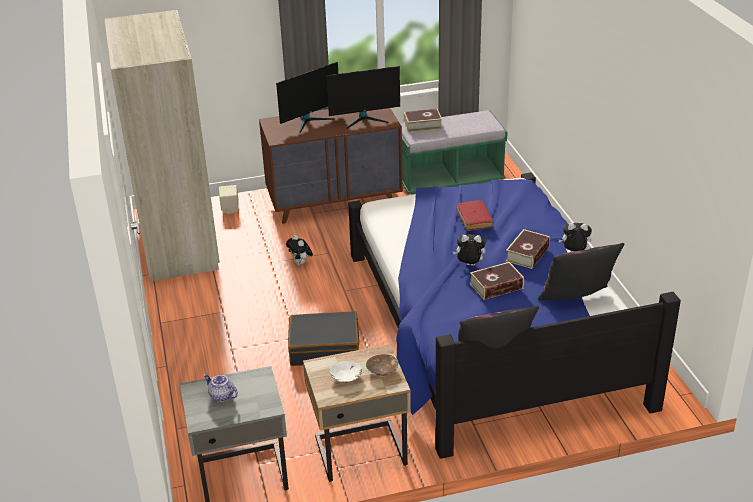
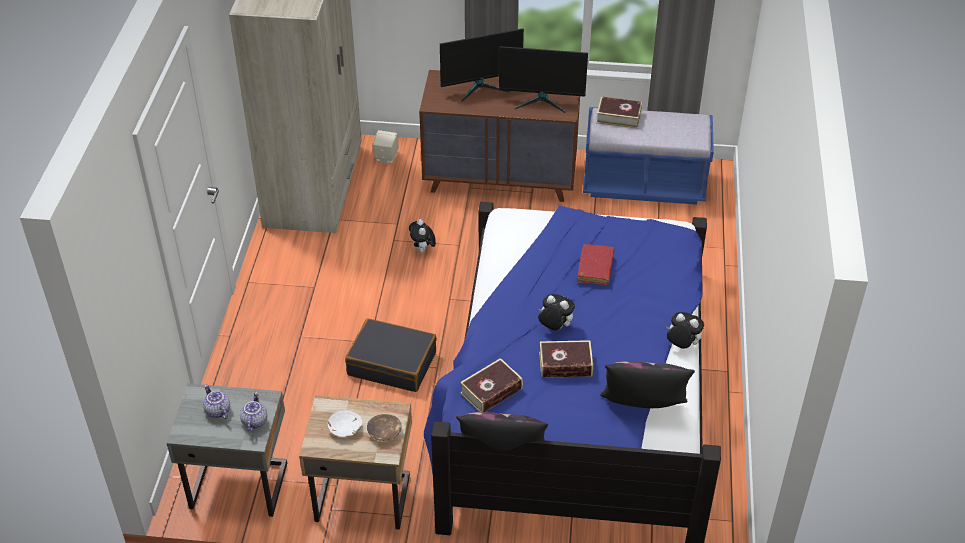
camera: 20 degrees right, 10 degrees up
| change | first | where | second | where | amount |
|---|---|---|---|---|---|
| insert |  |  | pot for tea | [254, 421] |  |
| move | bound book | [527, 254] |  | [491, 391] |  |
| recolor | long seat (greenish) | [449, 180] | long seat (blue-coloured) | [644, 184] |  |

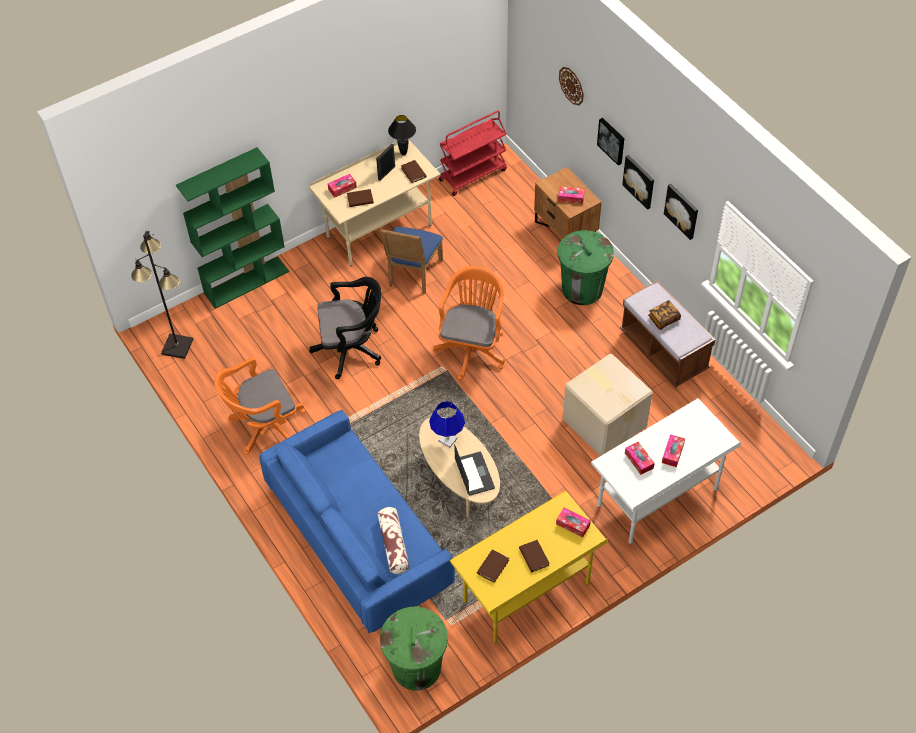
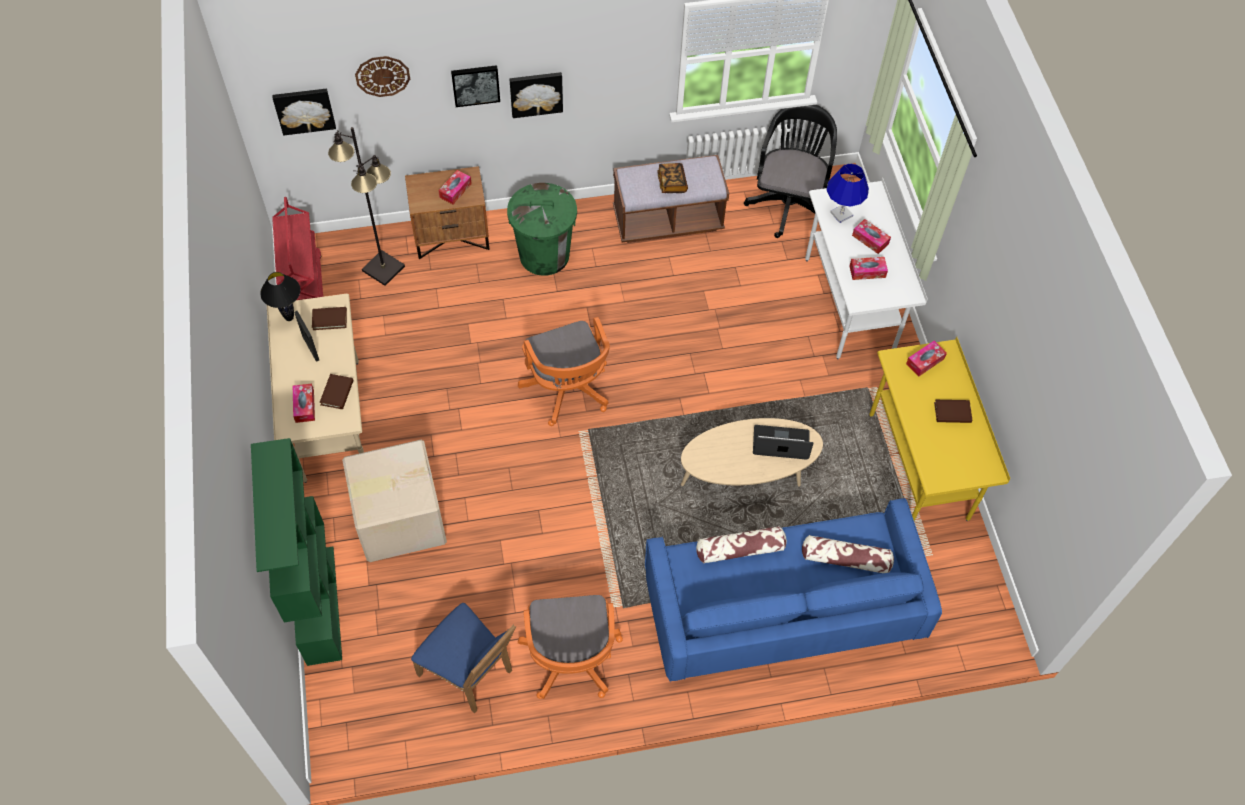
camera: 70 degrees left, 5 degrees up
| change | first | where | second | where | amount |
|---|---|---|---|---|---|
| move | wall art | [682, 210] |  | [304, 110] |  |
| move | standing lamp (black-coloured) | [178, 346] |  | [383, 268] |  |
| move | carton | [604, 421] |  | [398, 518] |  |
| move | plain chair (blue-coloured) | [412, 275] |  | [470, 673] |  |
| rotate | office chair (orange-coloured) | [472, 347] |  | [568, 391] | 150 degrees counterclockwise |
| insert |  |  | cushion | [740, 549] |  |
| move | office chair (black-coloured) | [352, 349] |  | [788, 202] |  |
| move | lamp for a table (blue-coloured) | [448, 439] |  | [841, 214] |  |
| delete | trash can (greenish) | [417, 667] |  |  |  |
| delete | bound book (brown-coloured) | [493, 567] |  |  |  |

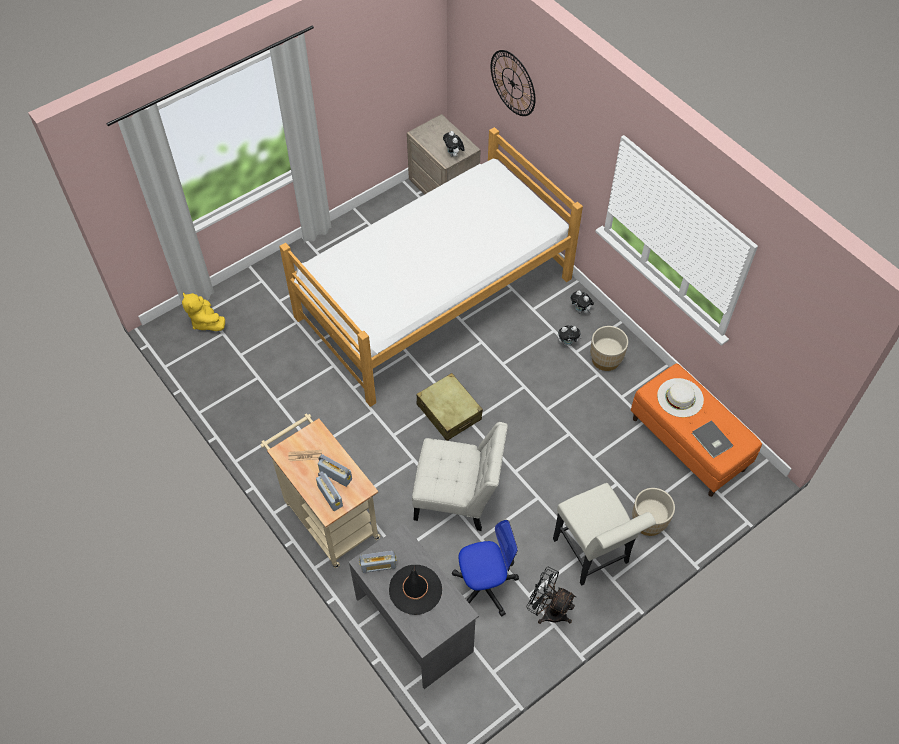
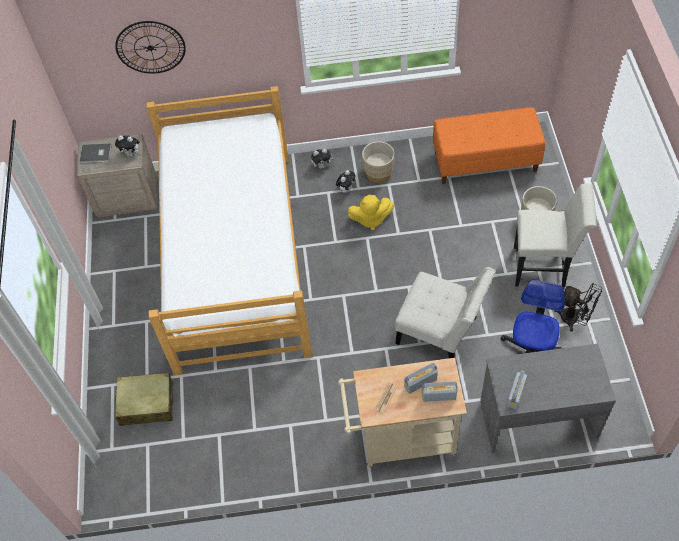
camera: 55 degrees left, 0 degrees up
| change | first | where | second | where | amount |
|---|---|---|---|---|---|
| move | bound book (grey) | [711, 440] |  | [96, 154] |  |
| move | travel case (sand-coloured) | [449, 412] |  | [146, 403] |  |
| move | soft toy (yellowish) | [206, 321] |  | [370, 219] |  |
| rotate | plain chair (white-coloured) | [458, 497] |  | [441, 333] | 75 degrees clockwise |
| rotate | cooling fan (black-coloured) | [548, 610] |  | [574, 319] | 120 degrees counterclockwise |
| delete | wearable hat (black-coloured) | [415, 589] |  |  |  |
| delete | wearable hat (white-coloured) | [680, 397] |  |  |  |

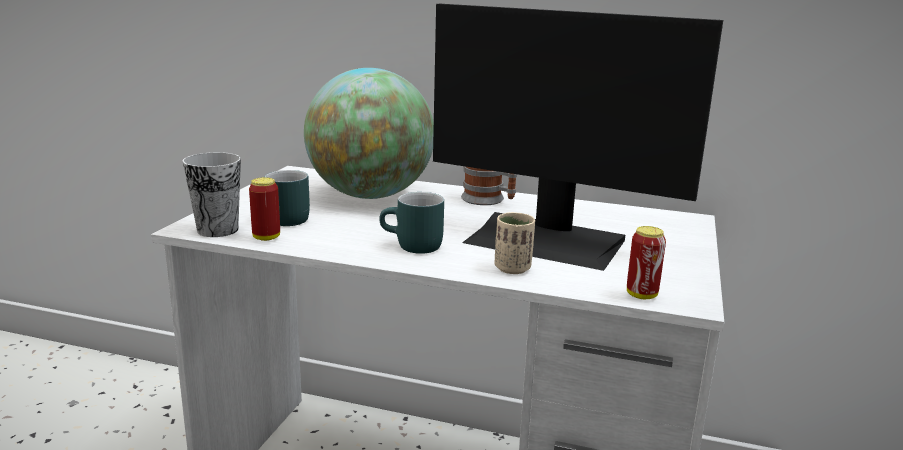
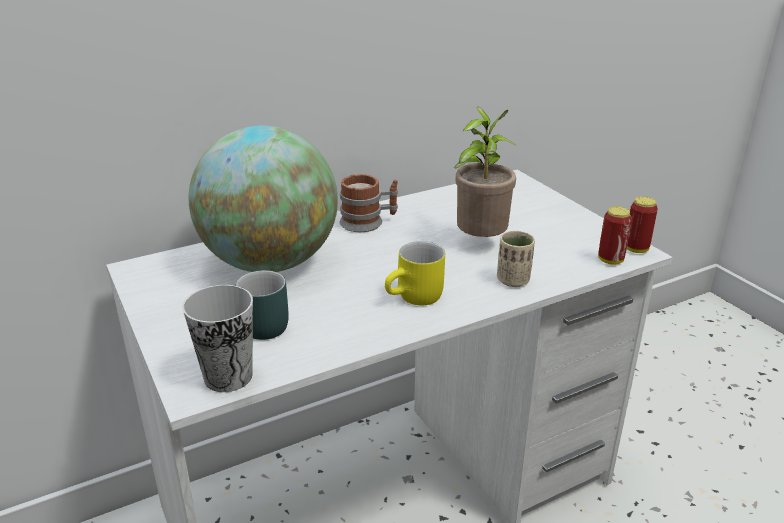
camera: 45 degrees left, 10 degrees up
| change | first | where | second | where | amount |
|---|---|---|---|---|---|
| recolor | mug (turquoise-coloured) | [411, 247] | mug (yellowish) | [416, 299] |  |
| replace | computer display | [546, 240] | plant in a pot | [480, 242] |  |
| move | sealed can | [266, 237] |  | [636, 249] |  |

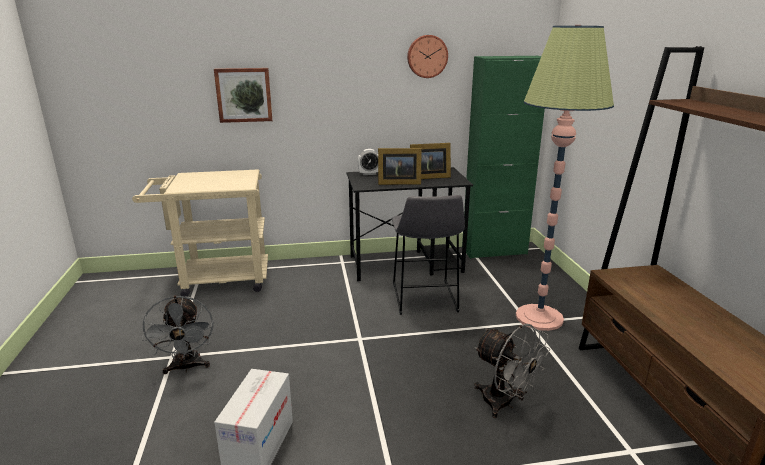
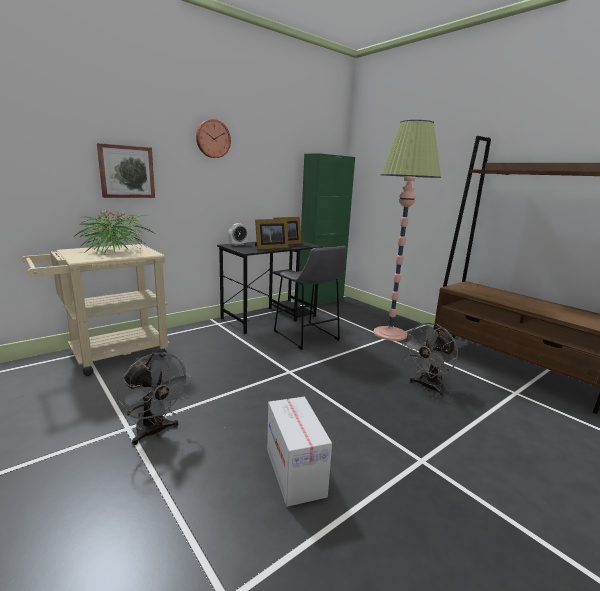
camera: 30 degrees left, 5 degrees down
| change | first | where | second | where | amount |
|---|---|---|---|---|---|
| insert |  |  | plant in a pot | [115, 251] |  |
| move | hanging clock | [427, 56] |  | [212, 139] |  |
| rotate | cooling fan (grey) | [504, 404] |  | [427, 387] | 120 degrees clockwise |

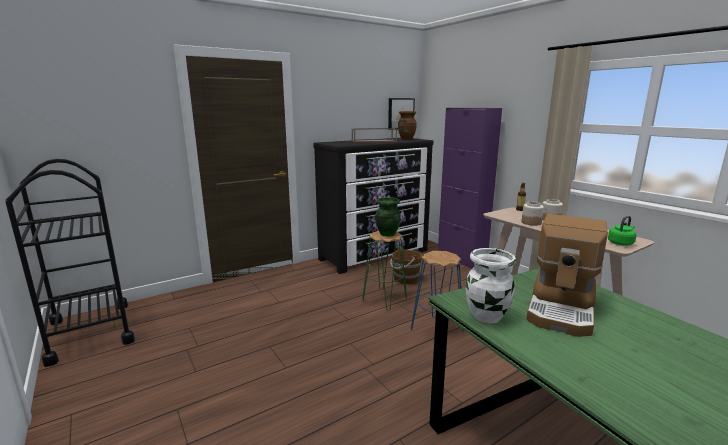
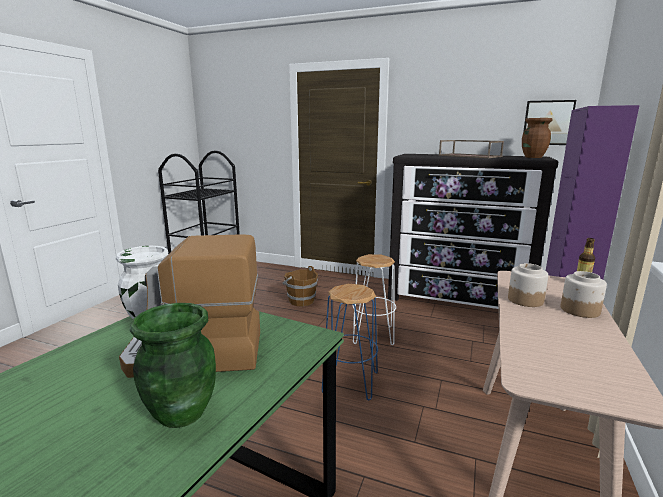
camera: 55 degrees right, 0 degrees up
| change | first | where | second | where | amount |
|---|---|---|---|---|---|
| move | flower vase (greenish) | [387, 234] |  | [181, 412] |  |
| move | pail (brown-coloured) | [405, 279] |  | [301, 301] |  |
| recolor | stool (greenish) | [384, 299] | stool (white-coloured) | [373, 335] |  |
| delete | kettle (greenish) | [621, 243] |  |  |  |

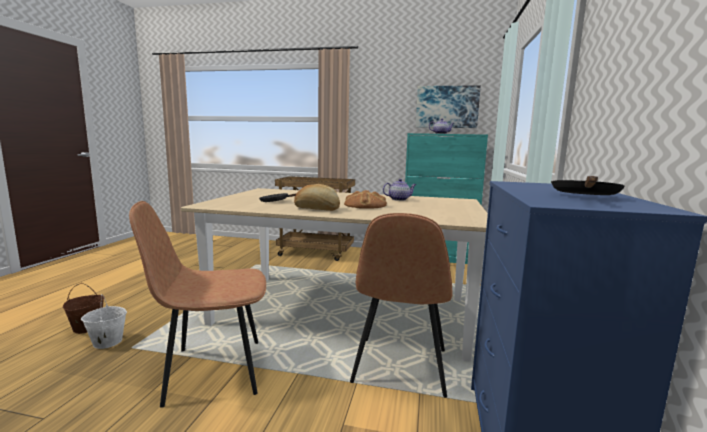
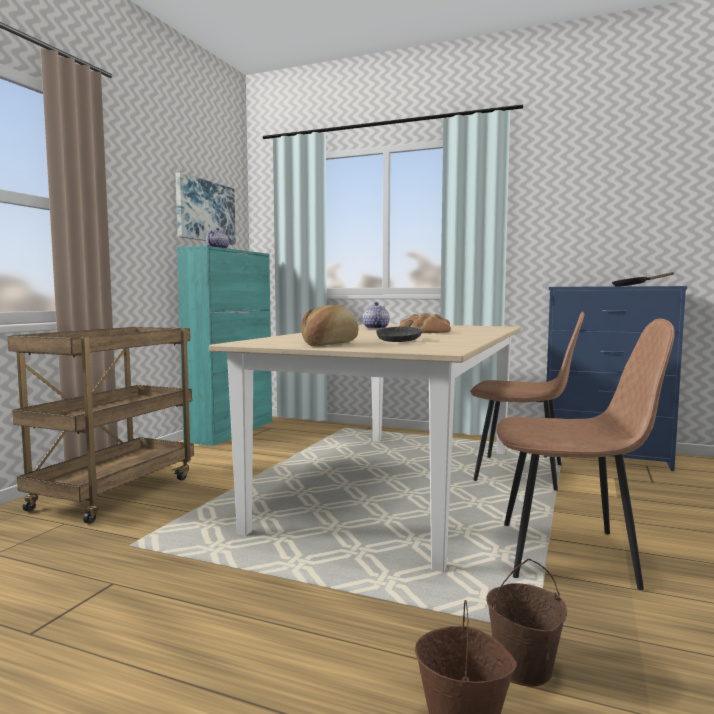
camera: 80 degrees left, 5 degrees down
| change | first | where | second | where | amount |
|---|---|---|---|---|---|
| move | bakery bread | [317, 209] |  | [330, 344] |  |
| recolor | pail (white-coloured) | [107, 342] | pail (brown-coloured) | [524, 668] |  |
| rotate | plain chair (brown-coloured) | [212, 371] |  | [570, 554] | 75 degrees counterclockwise |

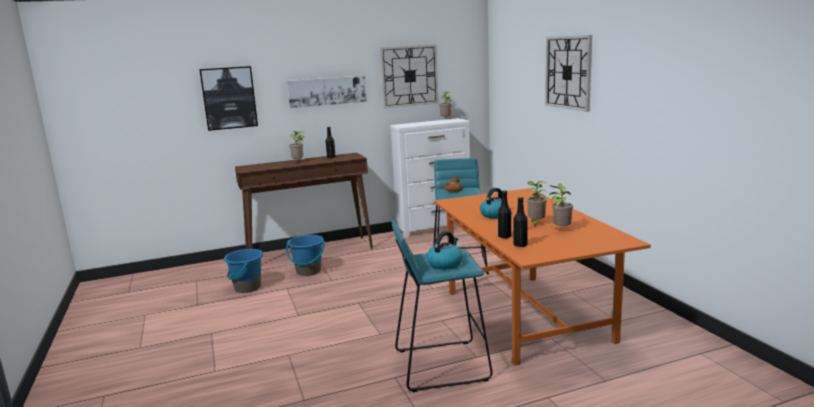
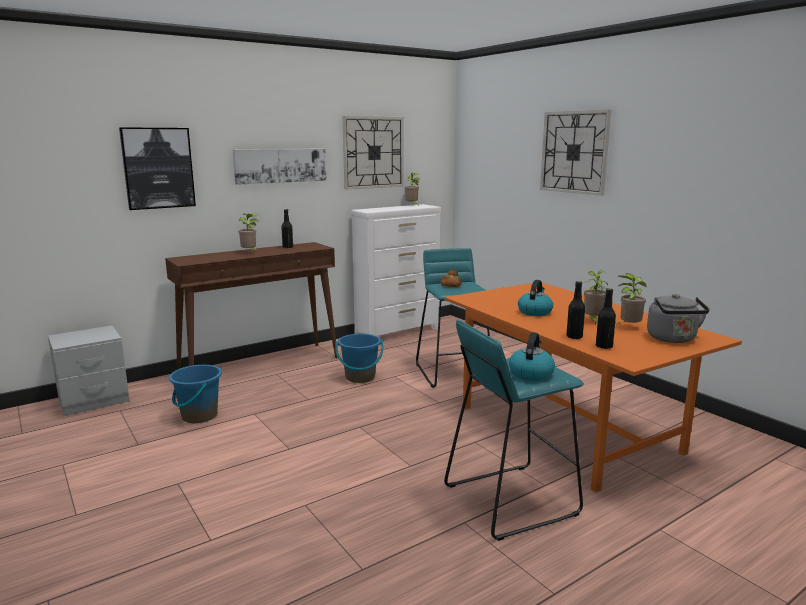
camera: 15 degrees left, 0 degrees up
| change | first | where | second | where | amount |
|---|---|---|---|---|---|
| insert |  |  | bedside table (grey) | [94, 400] |  |
| move | pail (blue-coloured) | [308, 271] |  | [360, 377] |  |
| insert |  |  | kettle (grey) | [673, 339] |  |

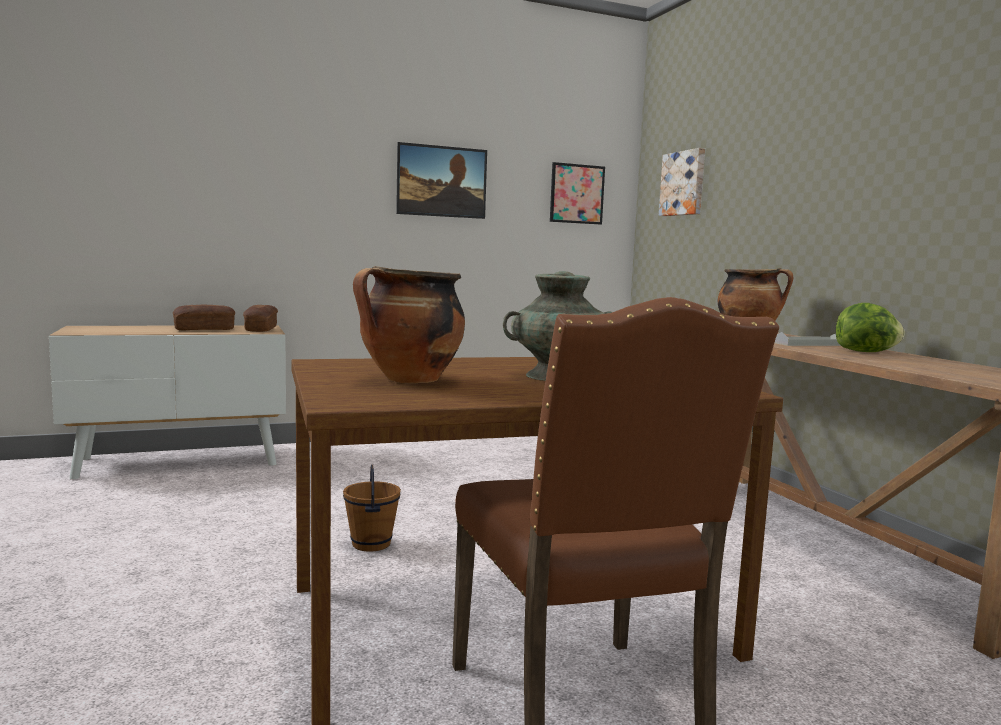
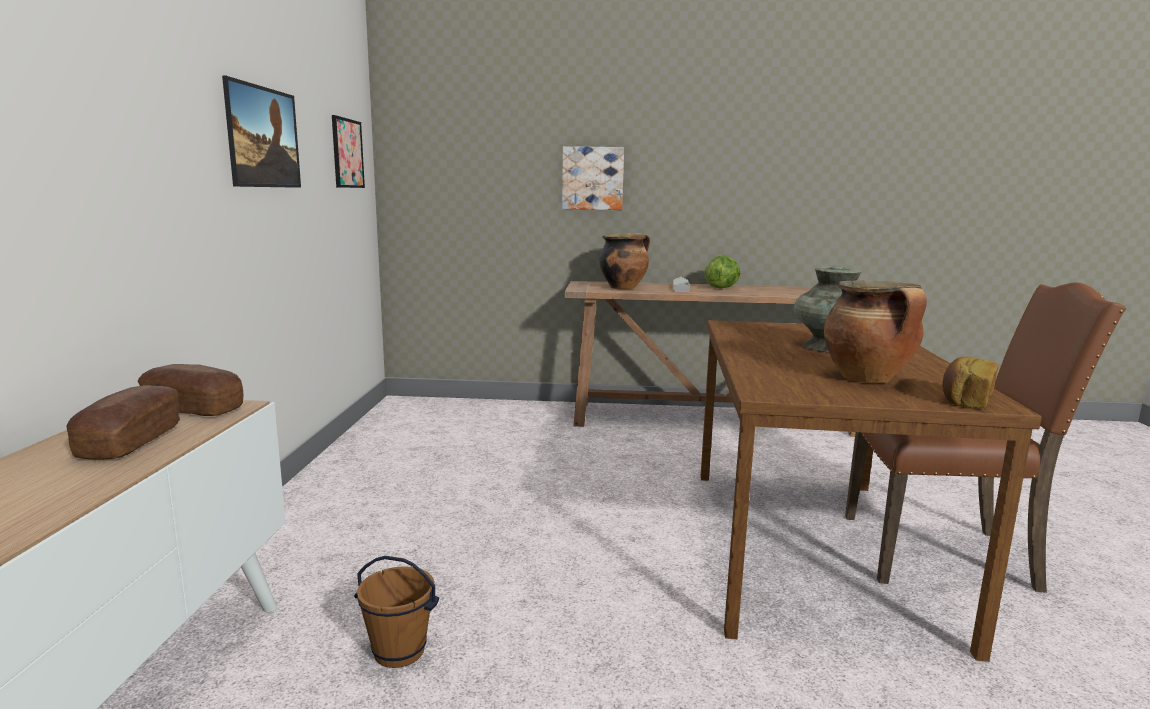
camera: 65 degrees left, 5 degrees up
| change | first | where | second | where | amount |
|---|---|---|---|---|---|
| move | pail (brown-coloured) | [372, 544] |  | [400, 651] |  |
| move | wall art | [684, 183] |  | [592, 178] |  |
| insert |  |  | bakery bread | [965, 399] |  |

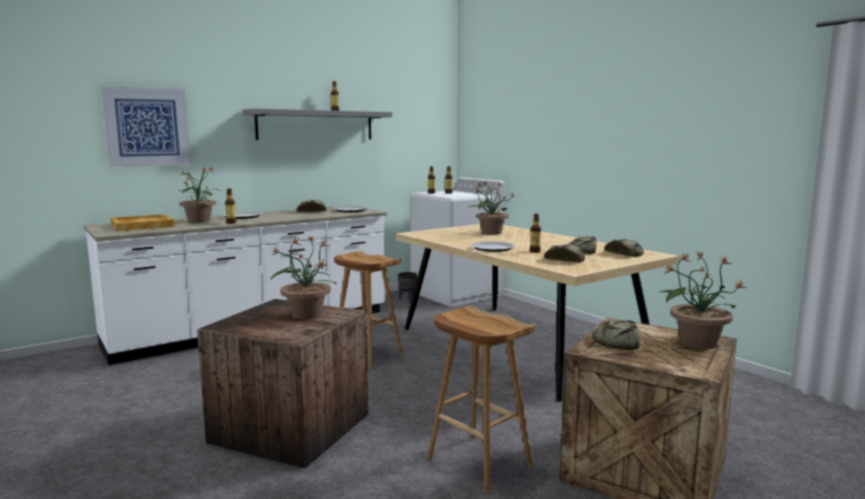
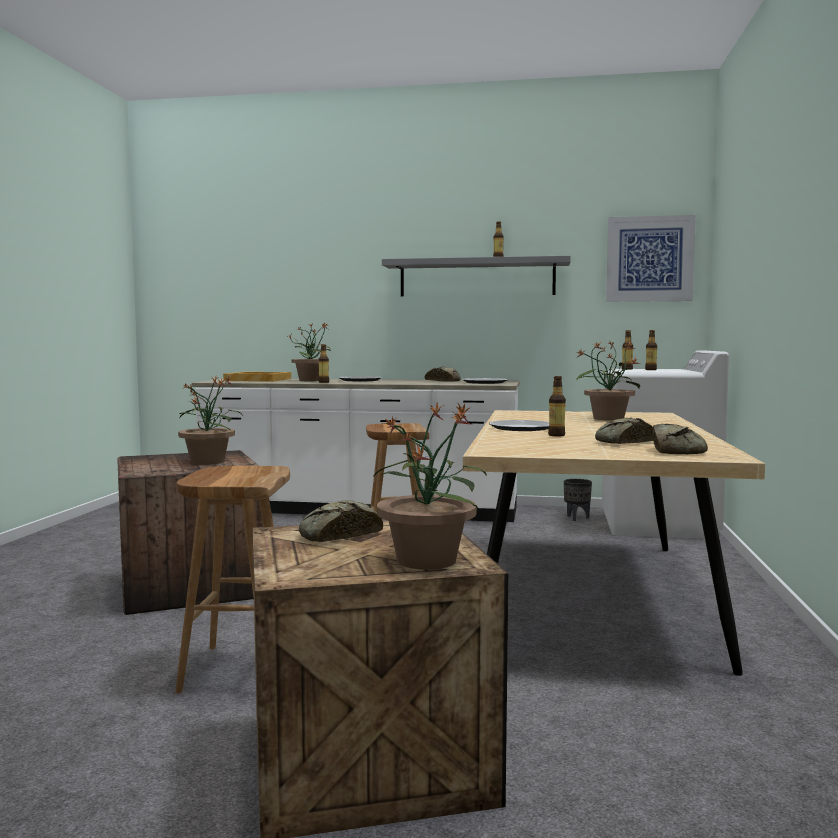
camera: 45 degrees right, 5 degrees down
| change | first | where | second | where | amount |
|---|---|---|---|---|---|
| move | wall art | [147, 127] |  | [649, 259] |  |
| delete | bakery bread | [564, 259] |  |  |  |

